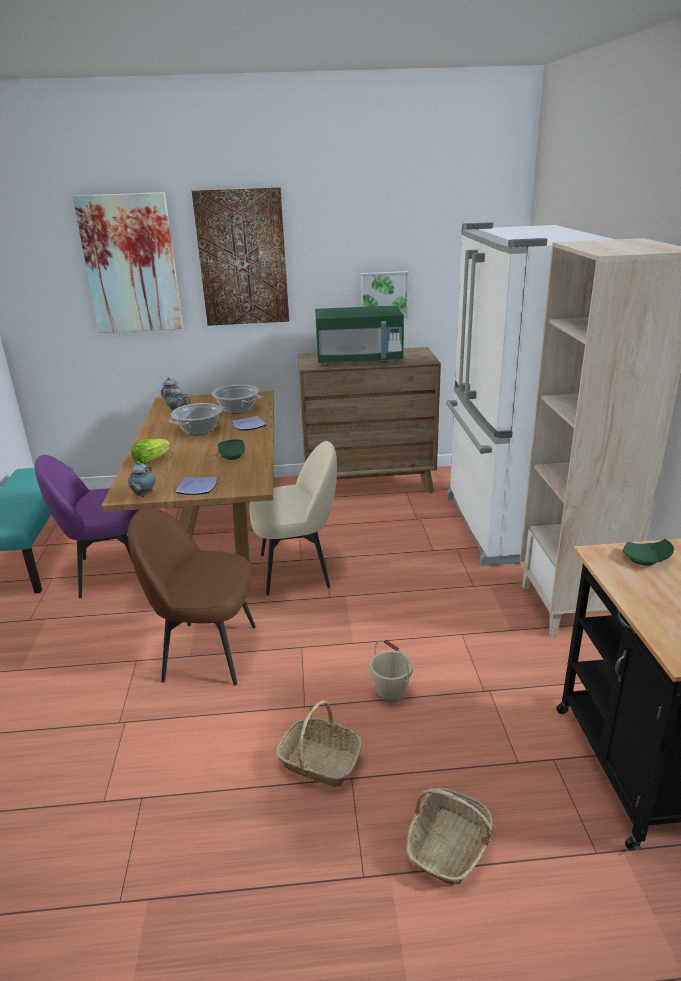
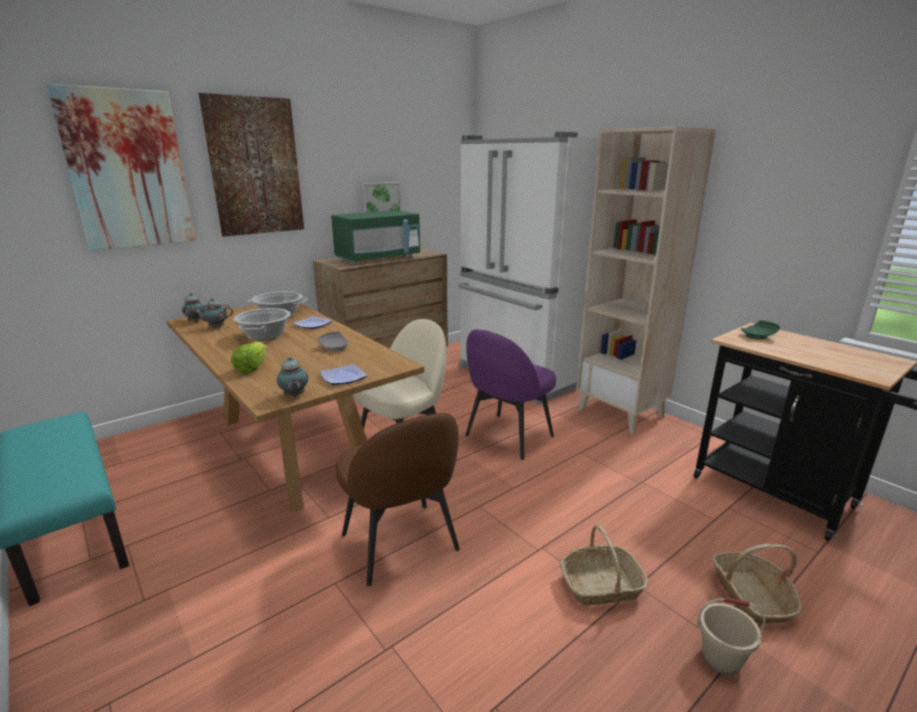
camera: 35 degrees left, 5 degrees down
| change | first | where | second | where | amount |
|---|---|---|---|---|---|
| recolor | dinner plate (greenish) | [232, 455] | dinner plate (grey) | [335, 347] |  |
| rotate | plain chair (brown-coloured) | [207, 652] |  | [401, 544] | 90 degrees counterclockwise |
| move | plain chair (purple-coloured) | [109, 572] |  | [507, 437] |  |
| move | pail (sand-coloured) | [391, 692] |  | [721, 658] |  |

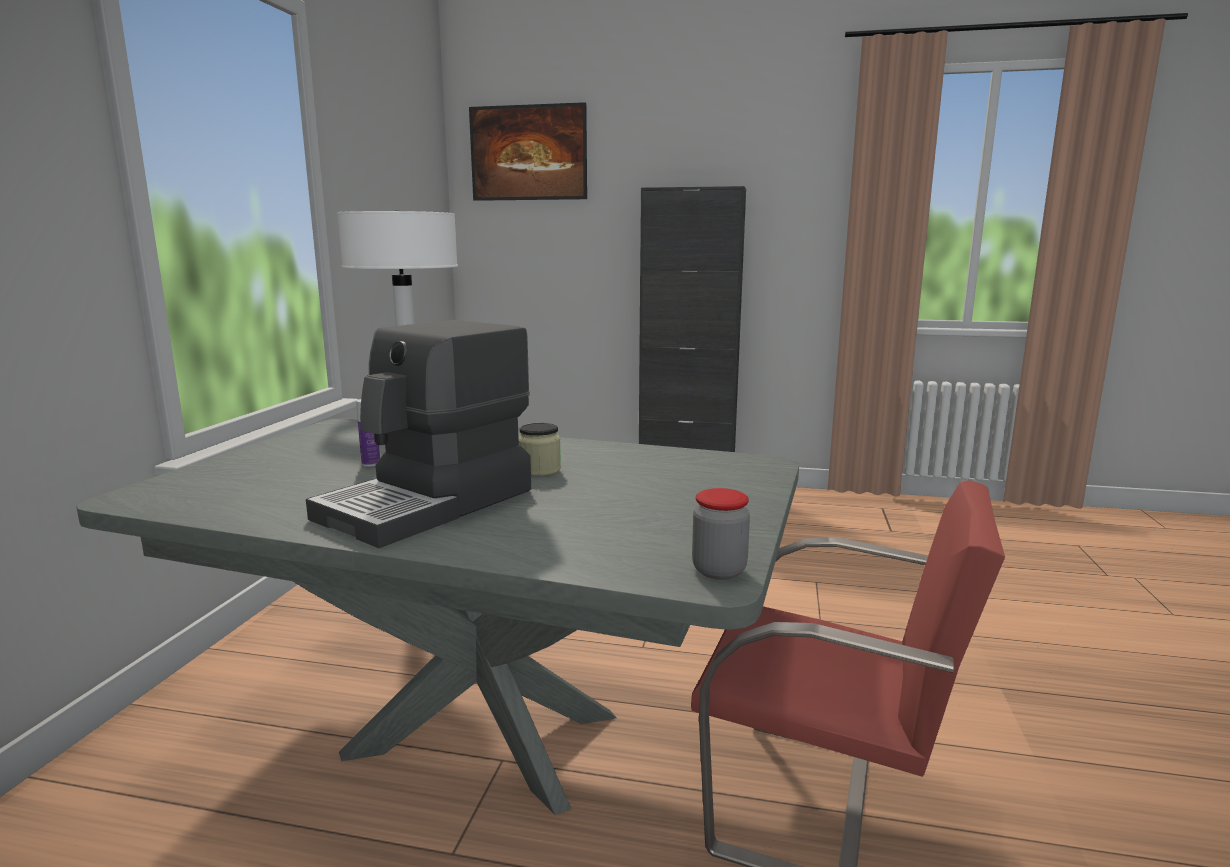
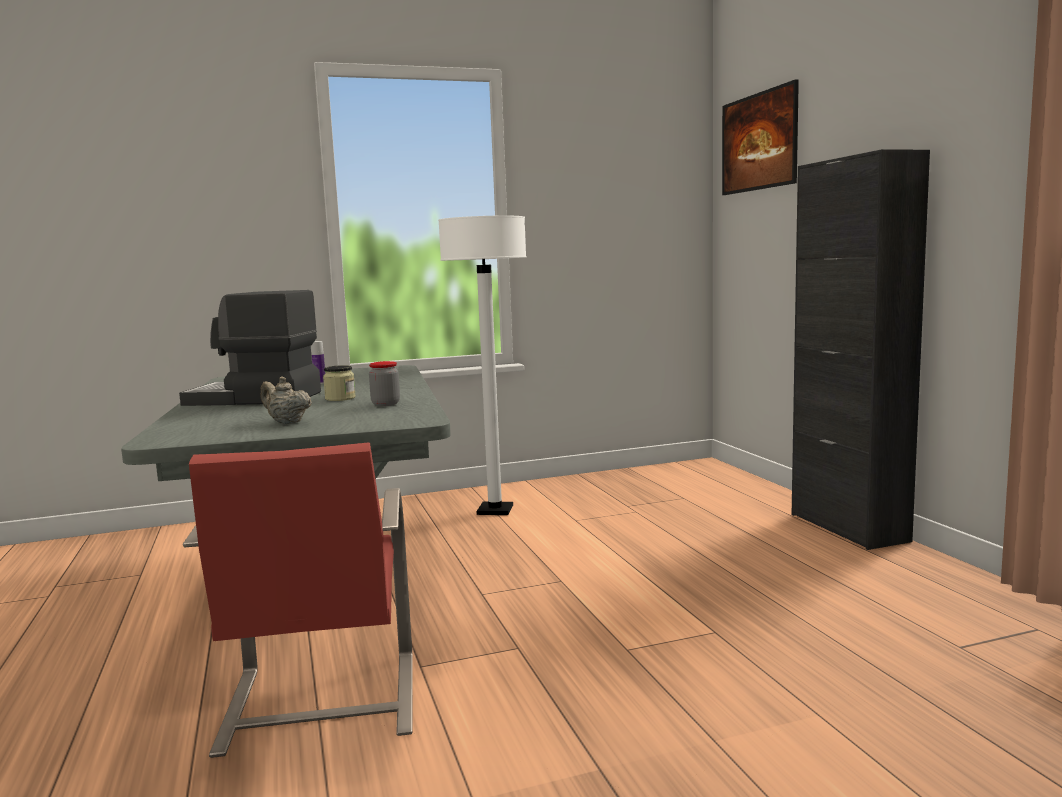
camera: 60 degrees right, 5 degrees down
| change | first | where | second | where | amount |
|---|---|---|---|---|---|
| insert |  |  | pot for tea (sand-coloured) | [286, 422] |  |
| move | jar | [719, 570] |  | [385, 404] |  |

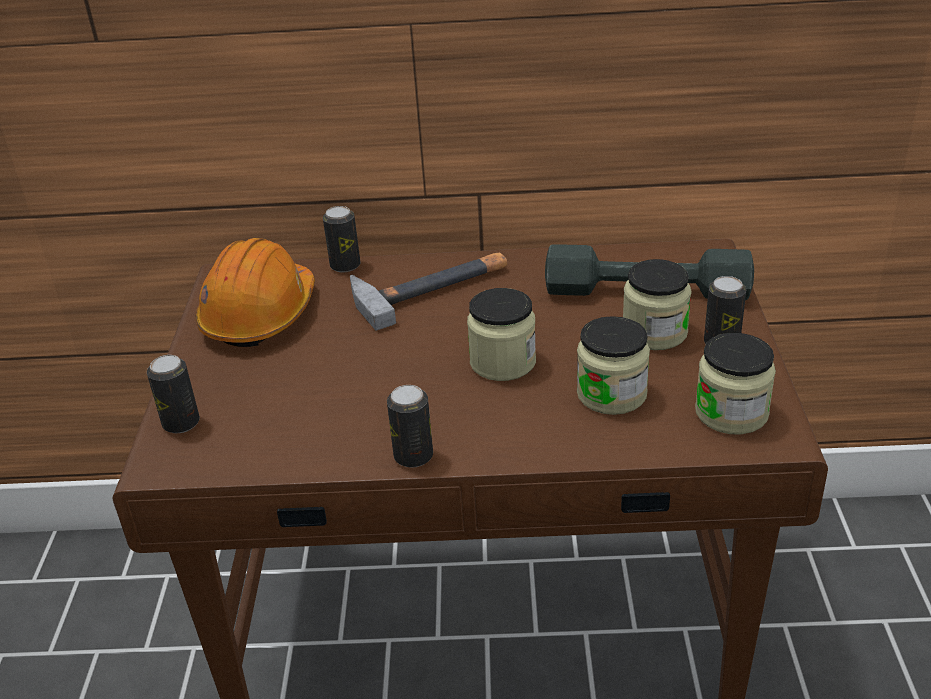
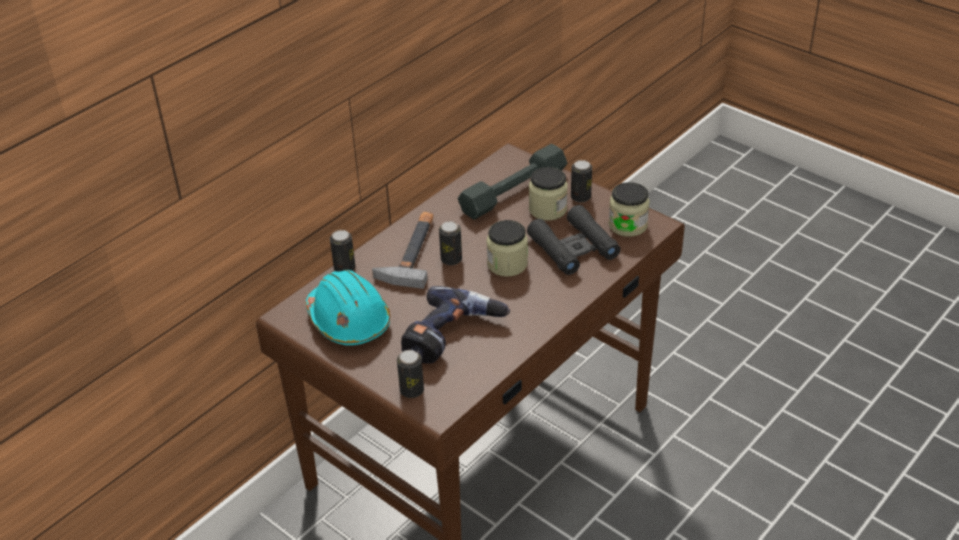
camera: 50 degrees left, 5 degrees up
| change | first | where | second | where | amount |
|---|---|---|---|---|---|
| recolor | work helmet (orange-coloured) | [259, 315] | work helmet (turquoise-coloured) | [348, 320] |  |
| insert |  |  | power drill | [453, 337] |  |
| move | sealed can | [413, 456] |  | [451, 259] |  |
| replace | jar | [611, 394] | pair of binoculars (black-coloured) | [573, 247] |  |

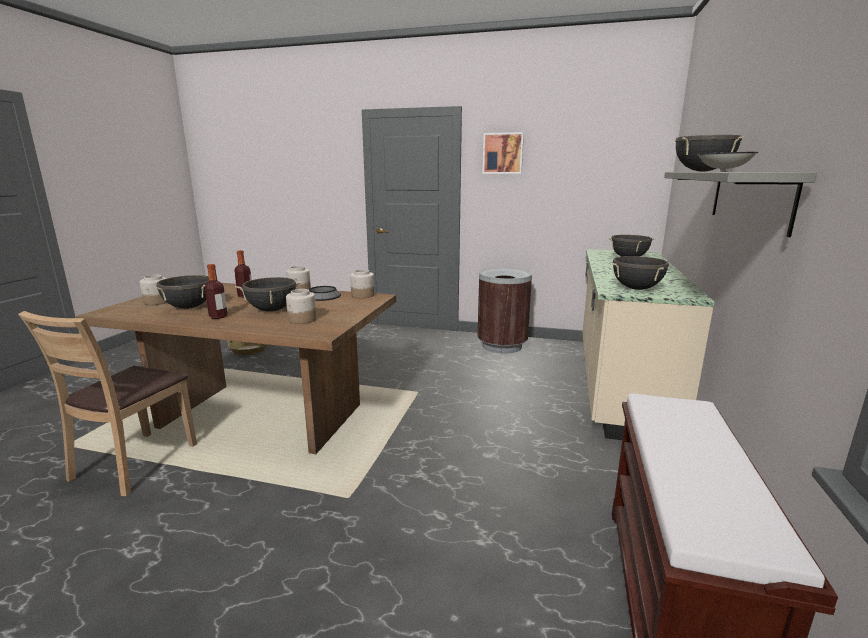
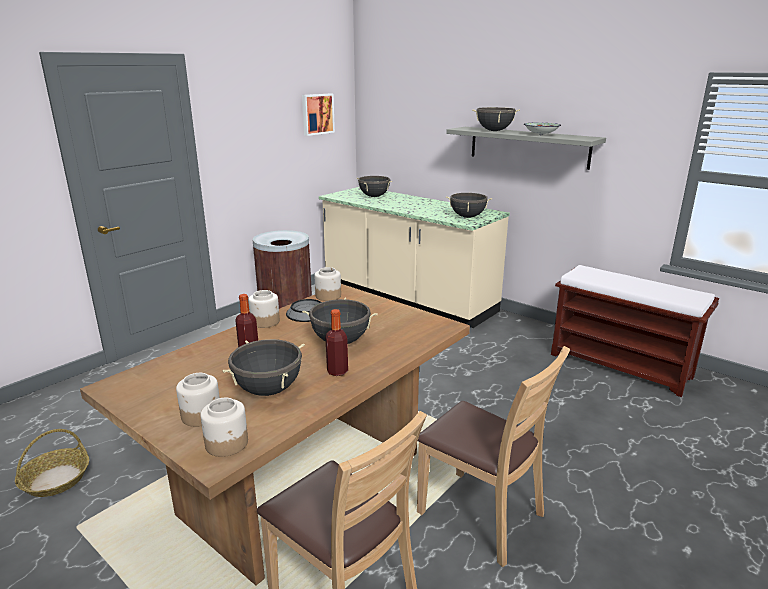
camera: 65 degrees left, 5 degrees up
| change | first | where | second | where | amount |
|---|---|---|---|---|---|
| move | jar | [302, 320] |  | [227, 443] |  |
| move | wall art | [503, 153] |  | [317, 114] |  |
| insert |  |  | plain chair (brown-coloured) | [481, 515] |  |

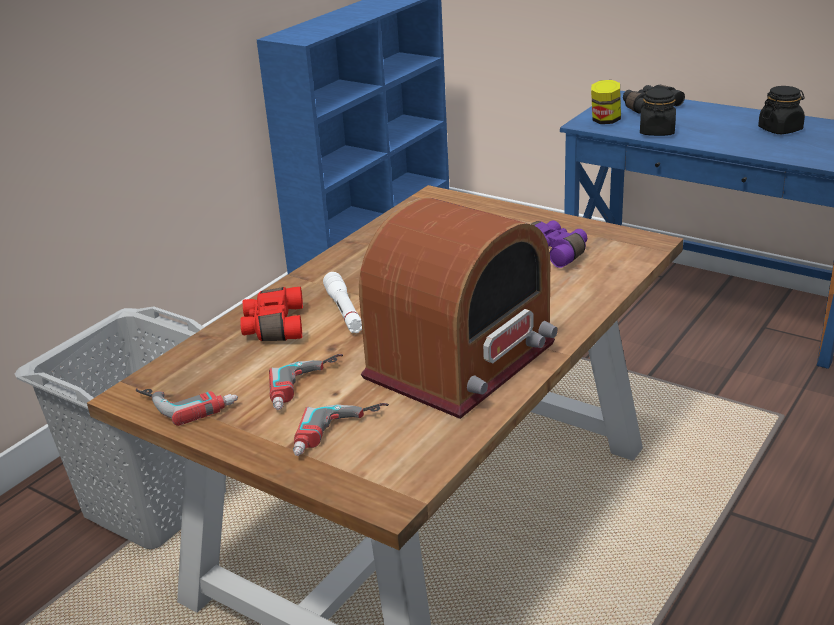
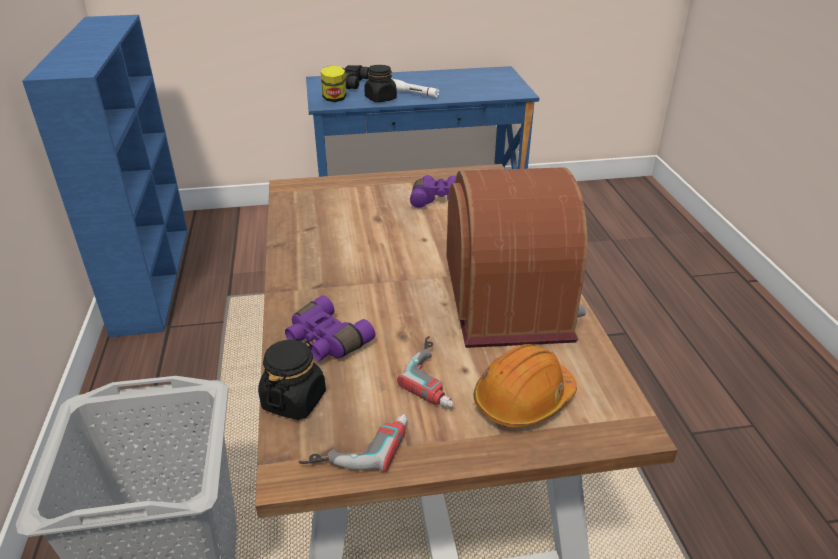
camera: 45 degrees left, 5 degrees up
| change | first | where | second | where | amount |
|---|---|---|---|---|---|
| move | jar (black-coloured) | [780, 129] |  | [294, 400] |  |
| recolor | pair of binoculars (red-coloured) | [273, 326] | pair of binoculars (purple-coloured) | [325, 341] |  |
| move | flashlight (white-coloured) | [344, 311] |  | [412, 93] |  |
| replace | power drill | [341, 435] | work helmet (orange-coloured) | [523, 400] |  |

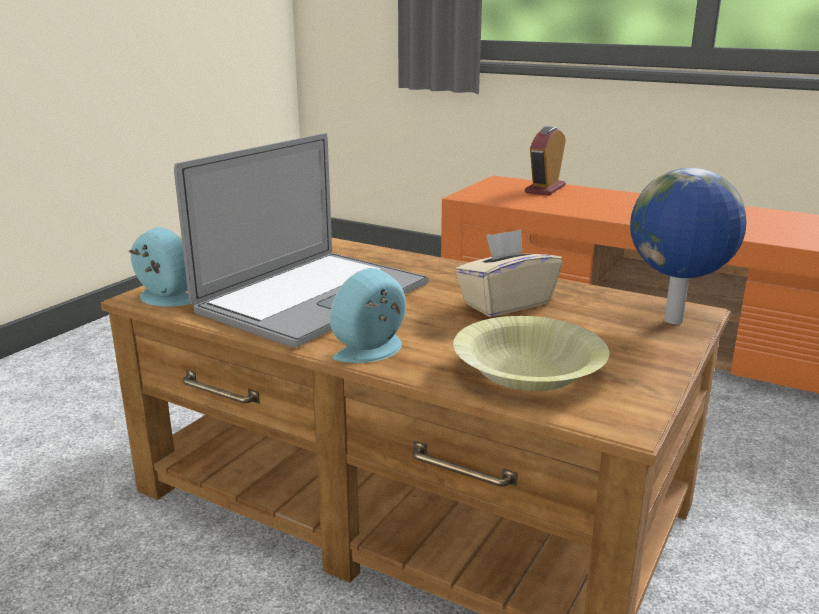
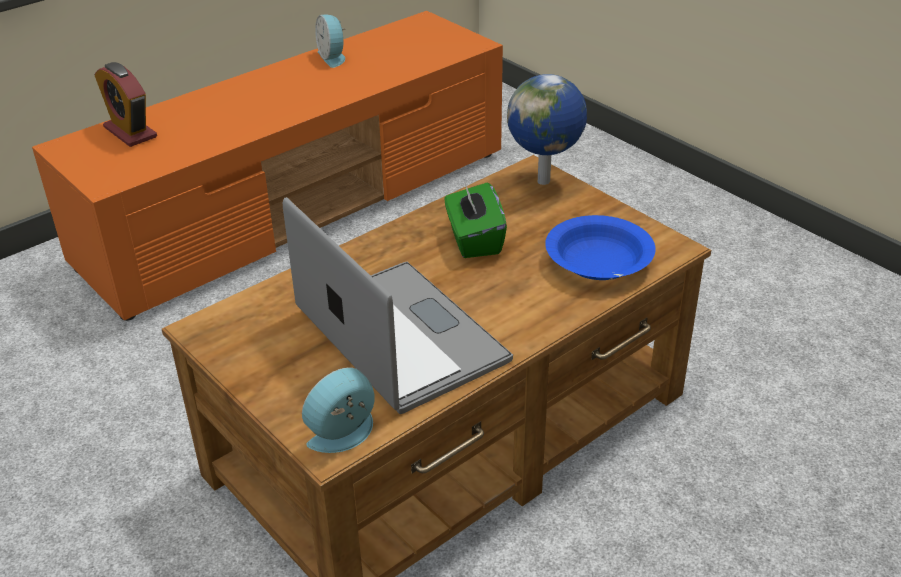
camera: 70 degrees left, 15 degrees up
| change | first | where | second | where | amount |
|---|---|---|---|---|---|
| move | bedside clock | [373, 350] |  | [333, 57] |  |
| recolor | box of tissues (sand-coloured) | [505, 303] | box of tissues (greenish) | [474, 240] |  |
| recolor | deep dish (yellowish) | [527, 372] | deep dish (blue-coloured) | [598, 262] |  |

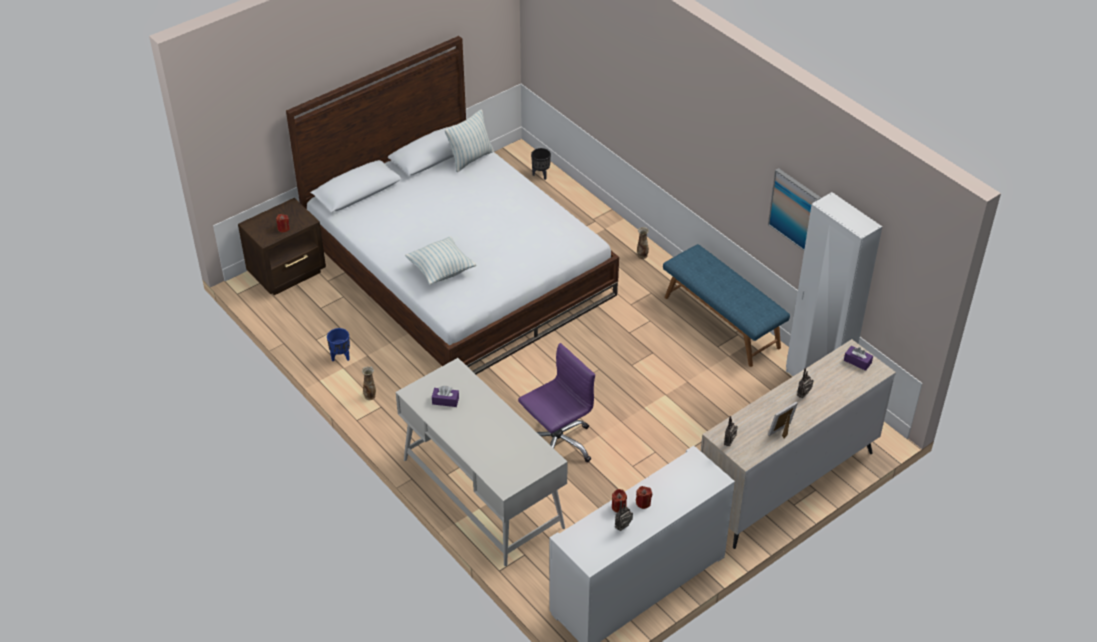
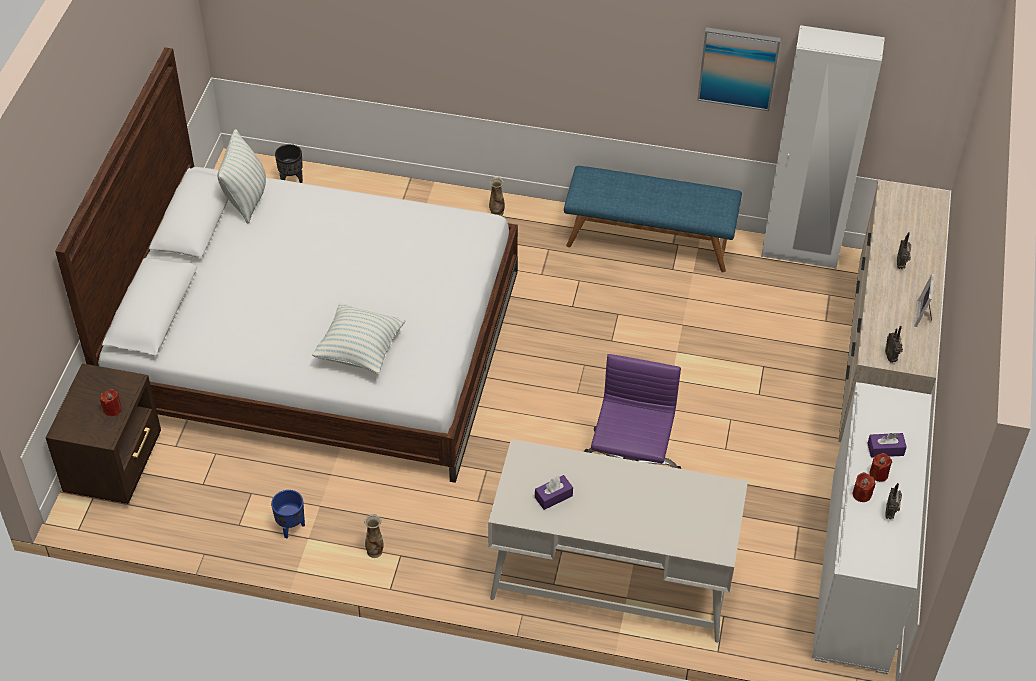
camera: 40 degrees left, 5 degrees up
| change | first | where | second | where | amount |
|---|---|---|---|---|---|
| move | box of tissues (purple-coloured) | [857, 361] |  | [885, 449] |  |

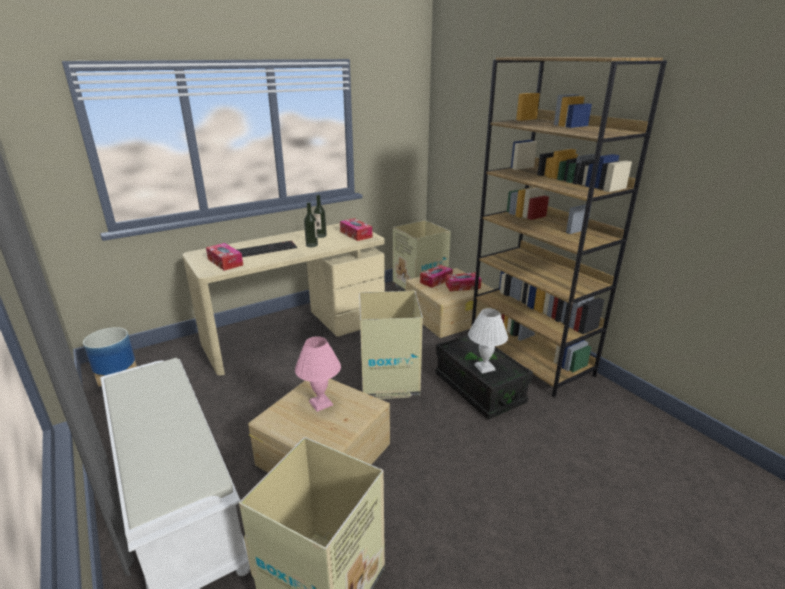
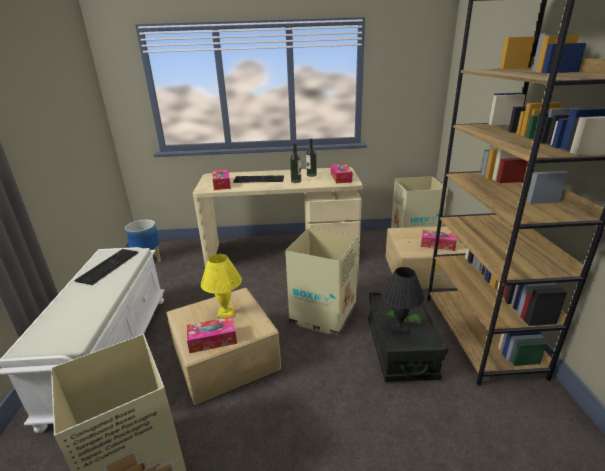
camera: 30 degrees right, 0 degrees up
| change | first | where | second | where | amount |
|---|---|---|---|---|---|
| insert |  |  | PC keyboard | [108, 265] |  |
| move | box of tissues | [436, 280] |  | [212, 340] |  |
| recolor | lamp for a table (pinkish) | [321, 403] | lamp for a table (yellowish) | [226, 313] |  |
| recolor | lamp for a table (white-coloured) | [484, 368] | lamp for a table (black-coloured) | [398, 328] |  |

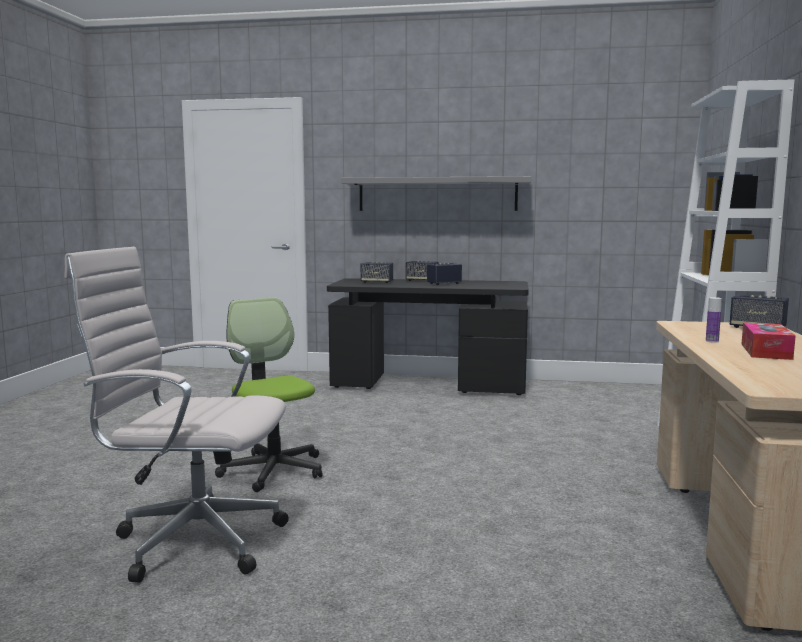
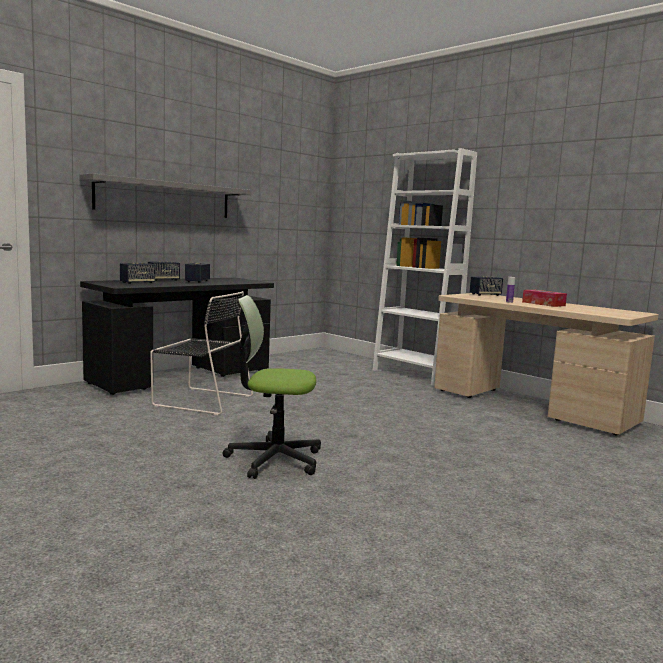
camera: 55 degrees left, 0 degrees up
| change | first | where | second | where | amount |
|---|---|---|---|---|---|
| insert |  |  | plain chair (black-coloured) | [200, 400] |  |
| delete | office chair (white-coloured) | [192, 541] |  |  |  |

